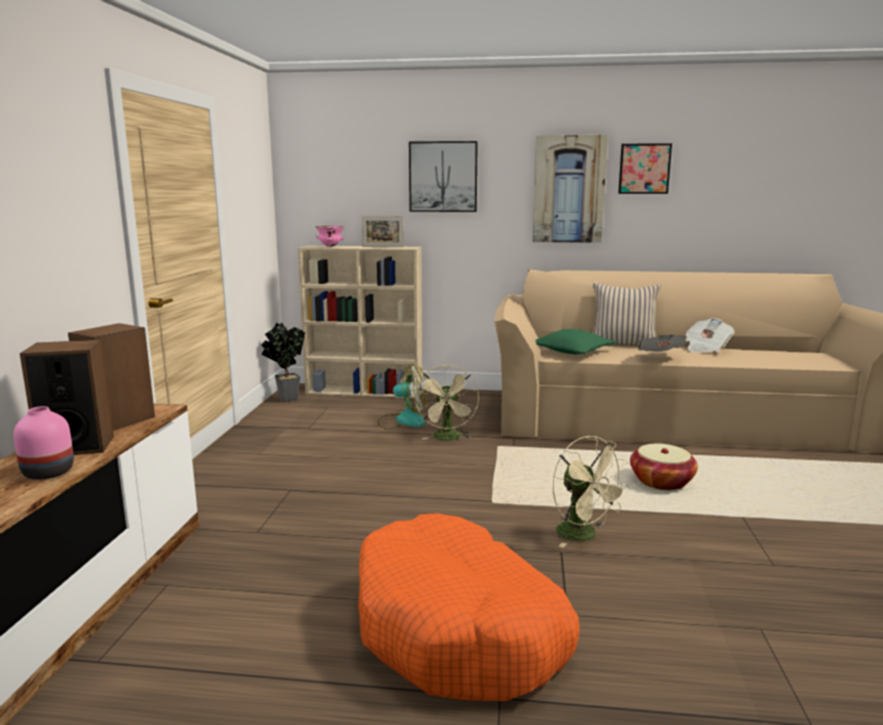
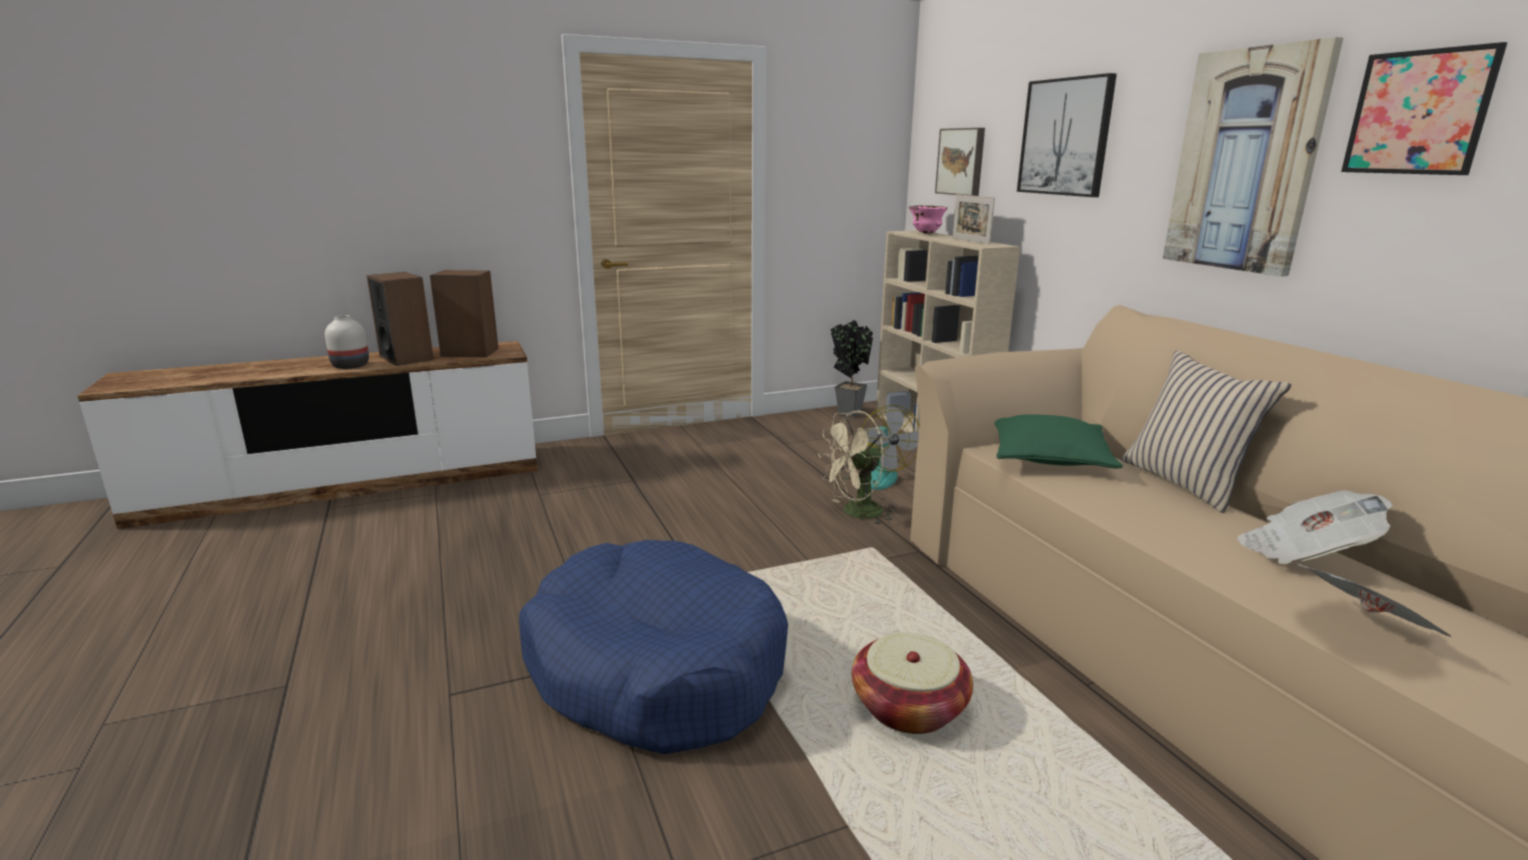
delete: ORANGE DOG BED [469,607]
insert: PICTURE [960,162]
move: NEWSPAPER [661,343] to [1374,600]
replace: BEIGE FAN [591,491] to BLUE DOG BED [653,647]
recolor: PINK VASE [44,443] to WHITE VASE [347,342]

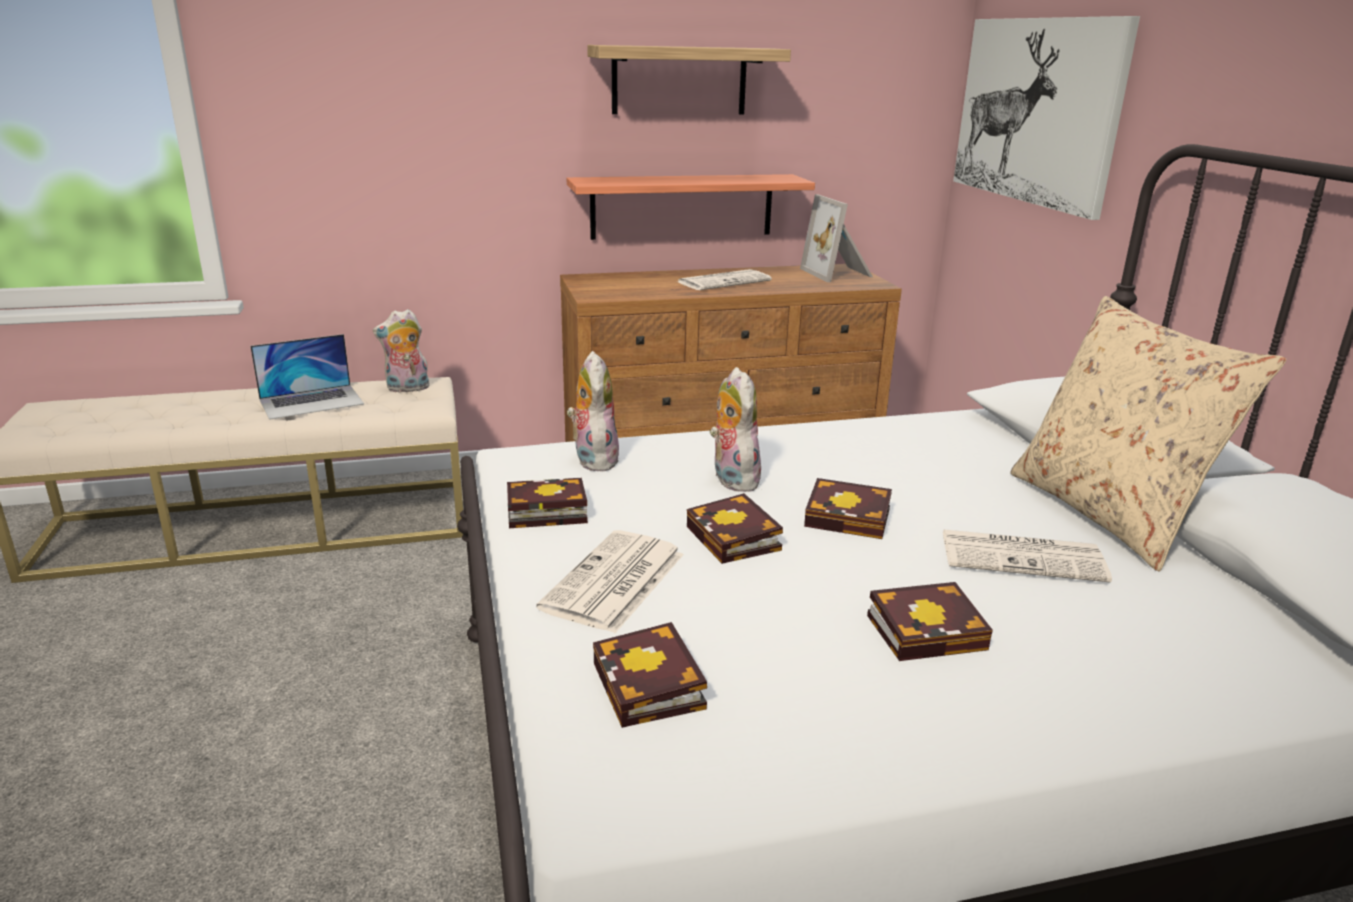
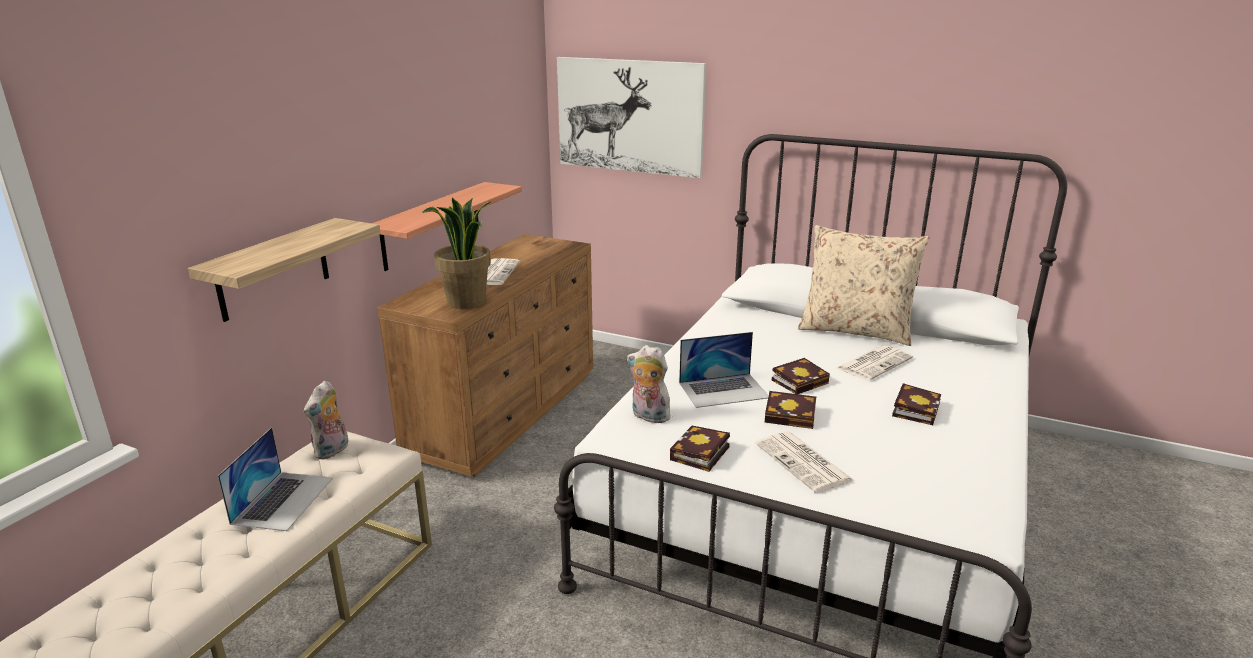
delete: BOOK [650,675]; PICTURE FRAME [836,238]
insert: POTTED PLANT [456,253]
move: SHELF [689,79] to [284,270]
replace: PLUSH TOY [735,429] to LAPTOP [724,370]

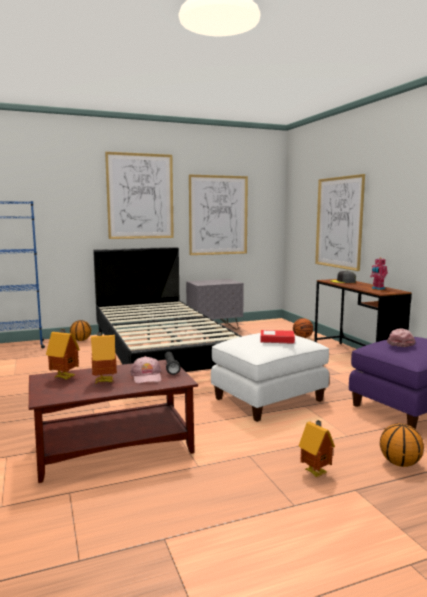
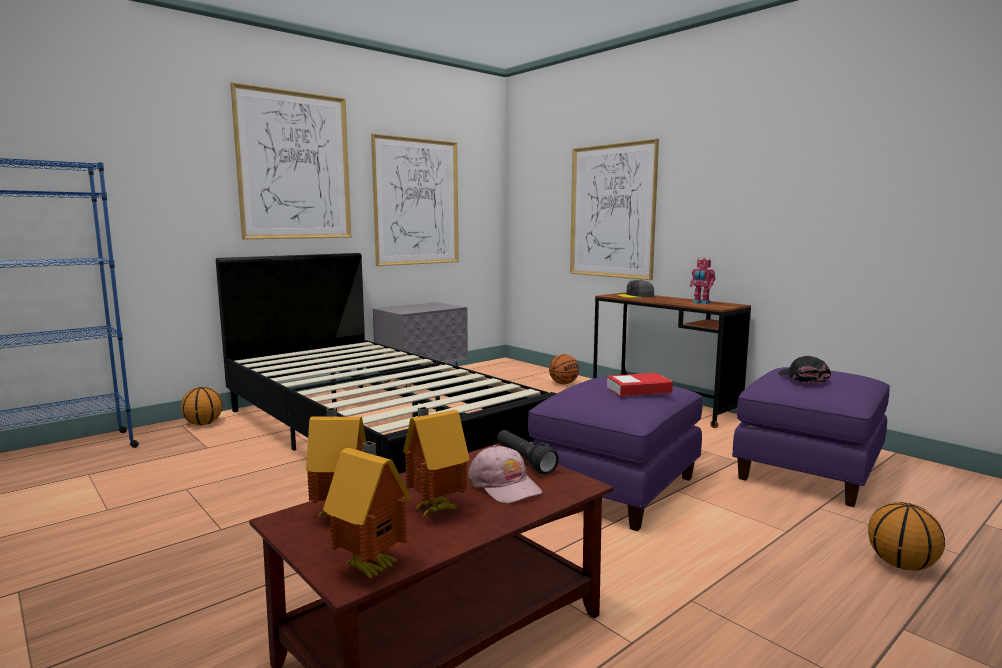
move: TOY HOUSE [317,449] to [367,510]
recolor: WHITE OTTOMAN [270,377] to PURPLE OTTOMAN [615,454]; PINK CAP [401,337] to BLACK CAP [804,369]

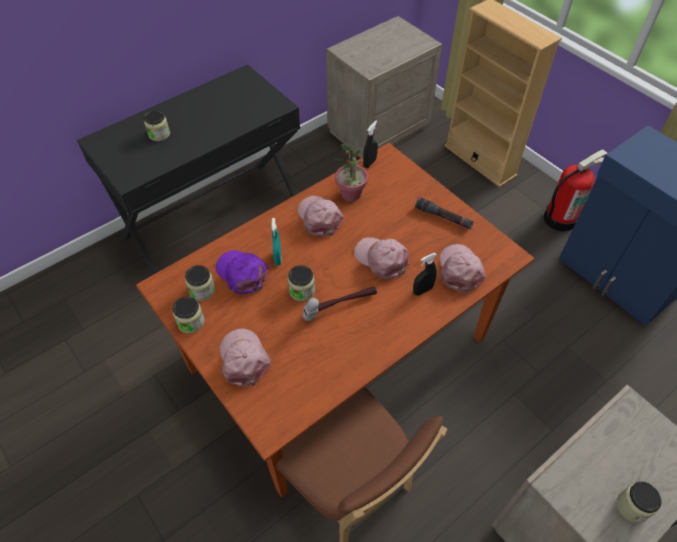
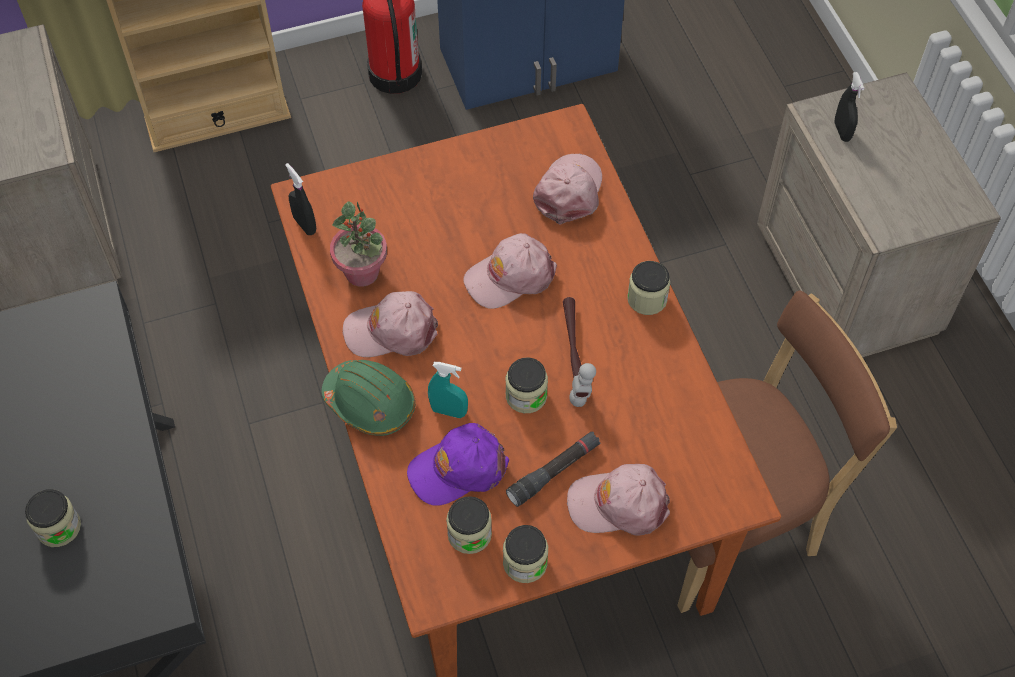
insert: GREEN HARD HAT [369,398]
move: BLACK SPRAY BOTTLE [425,274] to [849,107]; BLACK FLASHLIGHT [444,213] to [553,469]; JAR [639,502] to [648,288]
rotate: PINK CAP [463,268] = [567,189] 90 degrees clockwise

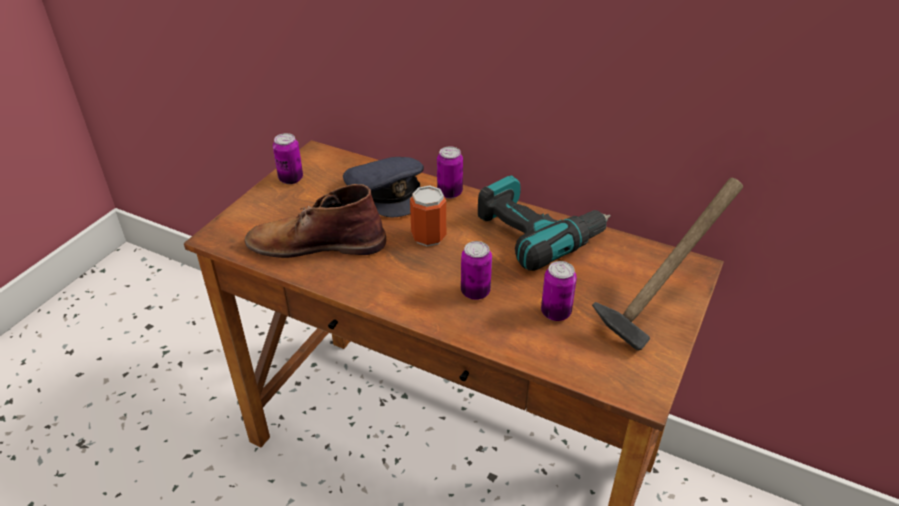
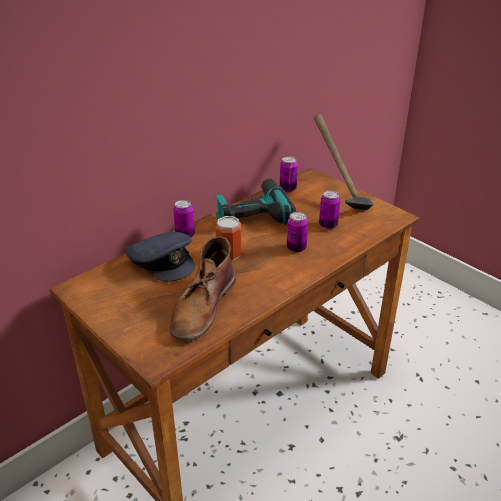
move: CAN [288,158] to [289,174]
rotate: GREY CAP [383,187] = [160,257] 60 degrees clockwise

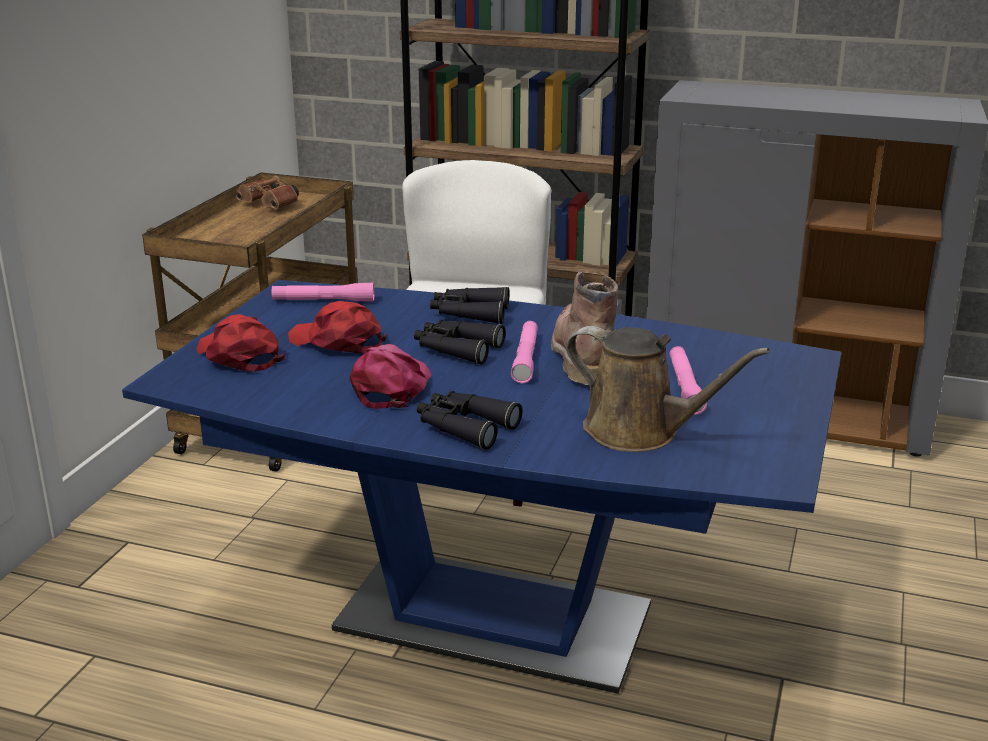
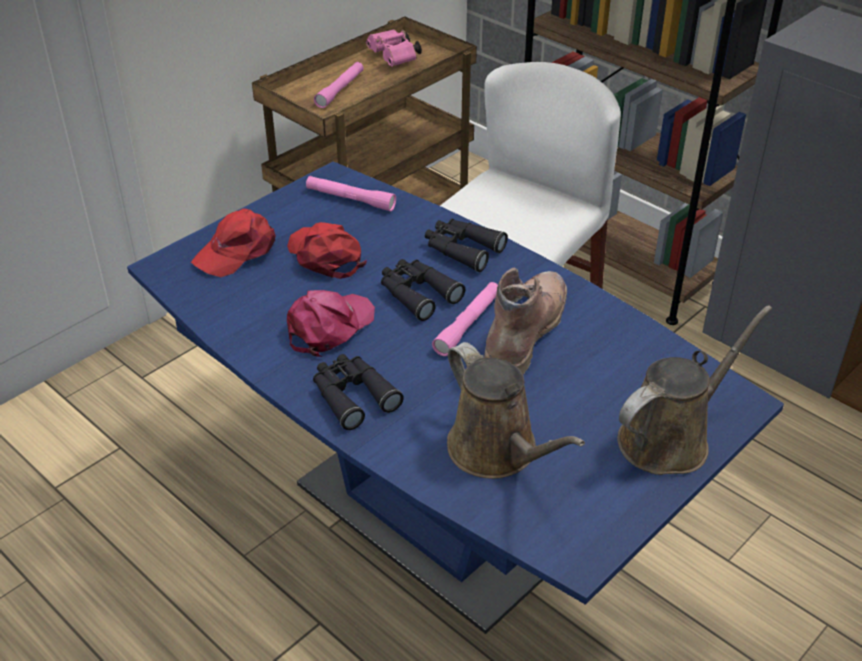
insert: BROWN WATERING CAN [694,390]
move: PINK FLASHLIGHT [688,380] to [339,85]
recolor: BROWN BINOCULARS [267,192] to PINK BINOCULARS [394,48]
rotate: RED CAP [240,343] = [233,242] 120 degrees counterclockwise

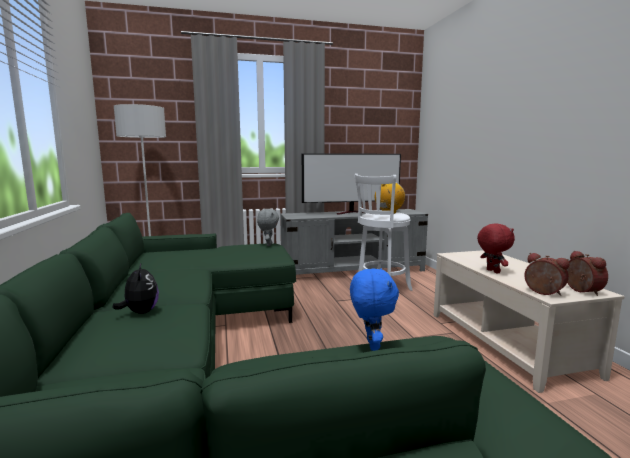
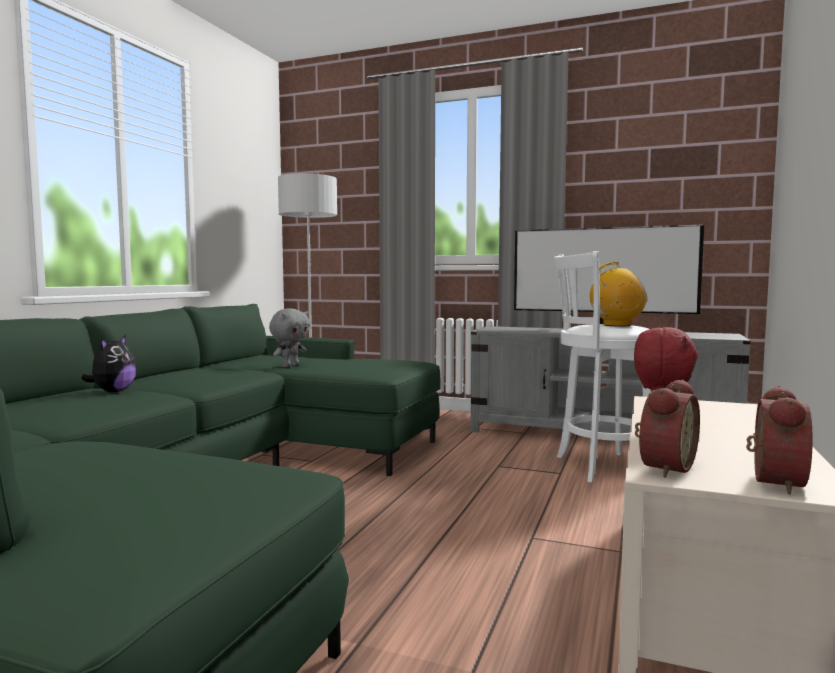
delete: BLUE PLUSH TOY [374,309]
move: GREY PLUSH TOY [268,227] to [289,337]
rotate: ALARM CLOCK [546,274] = [667,428] 45 degrees clockwise

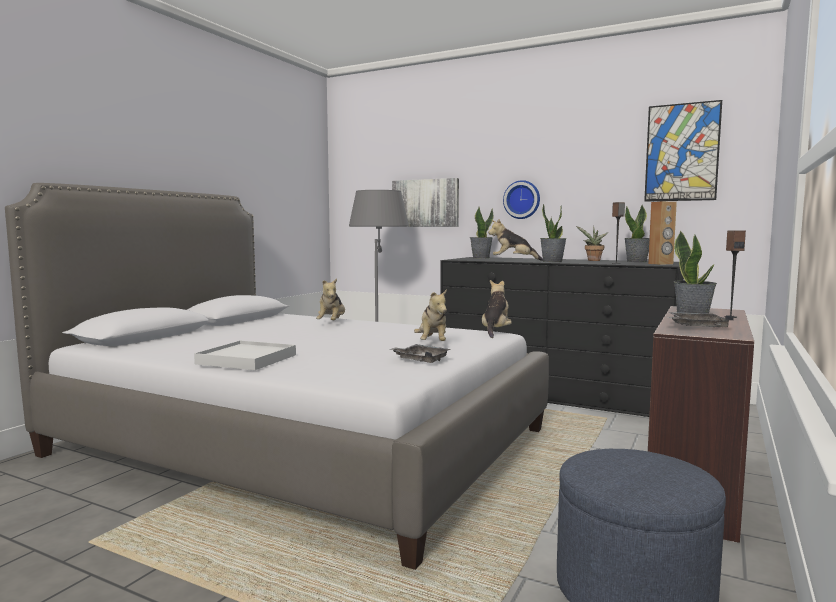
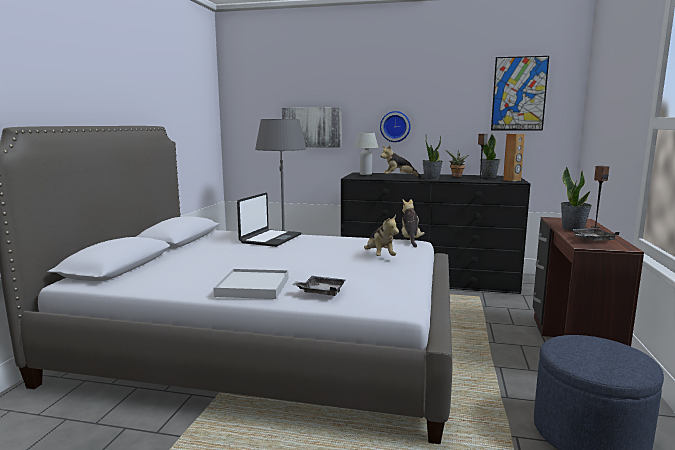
move: GREY TRAY [419,353] to [319,286]
replace: PLUSH TOY [330,299] to LAPTOP [269,220]; POTTED PLANT [481,233] to WHITE TABLE LAMP [366,154]

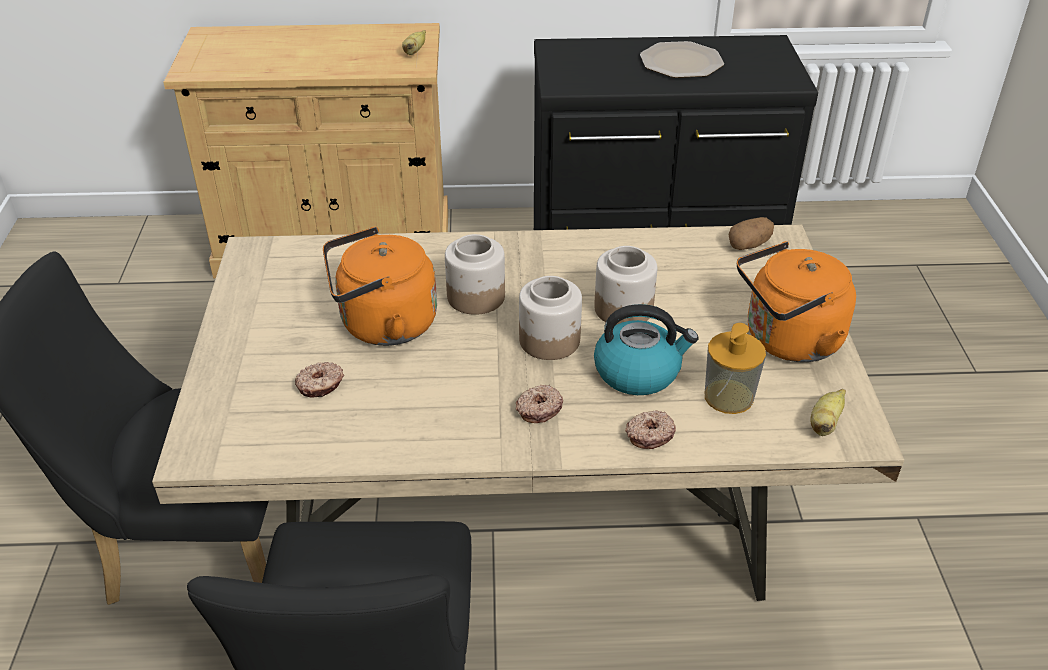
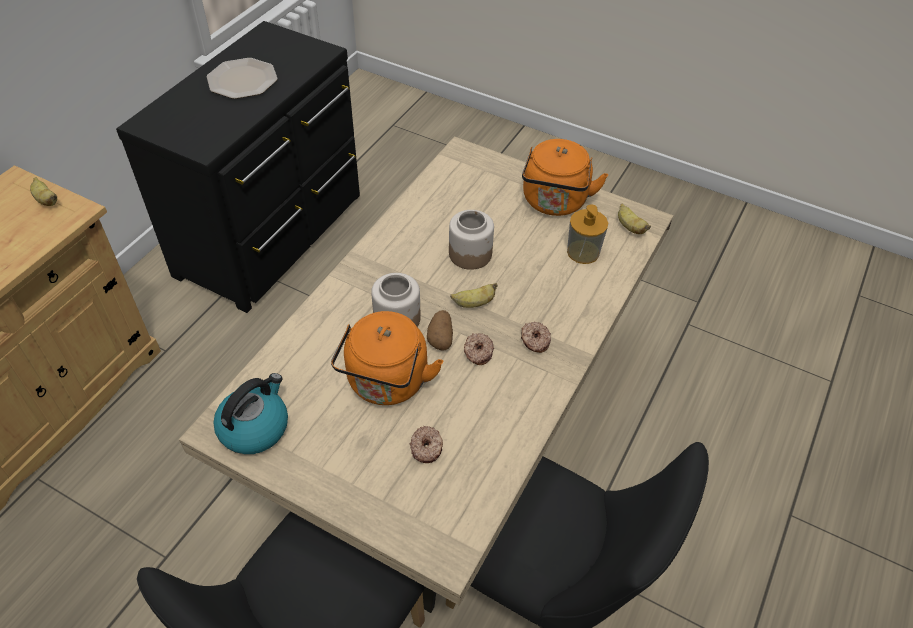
move: KETTLE [646,349] to [250,413]; DONUT [650,429] to [479,349]; POTATO [751,233] to [440,330]
replace: JAR [550,318] to BANANA [474,295]

